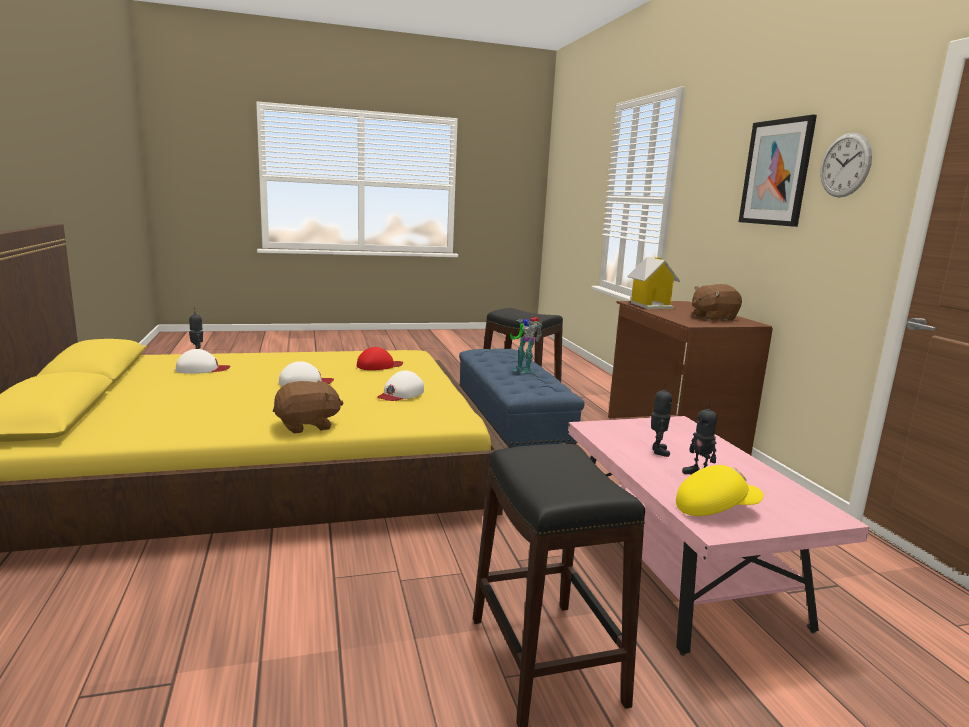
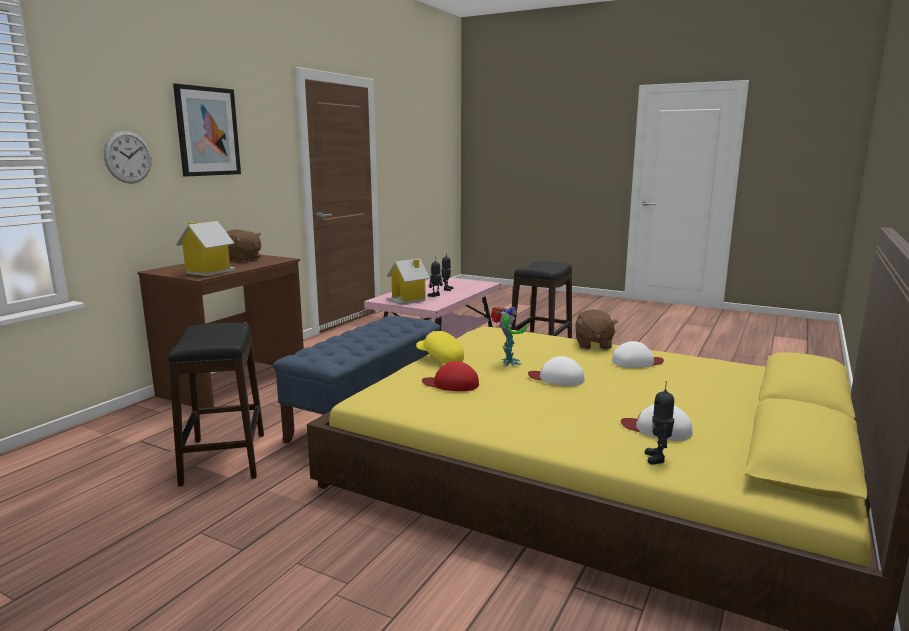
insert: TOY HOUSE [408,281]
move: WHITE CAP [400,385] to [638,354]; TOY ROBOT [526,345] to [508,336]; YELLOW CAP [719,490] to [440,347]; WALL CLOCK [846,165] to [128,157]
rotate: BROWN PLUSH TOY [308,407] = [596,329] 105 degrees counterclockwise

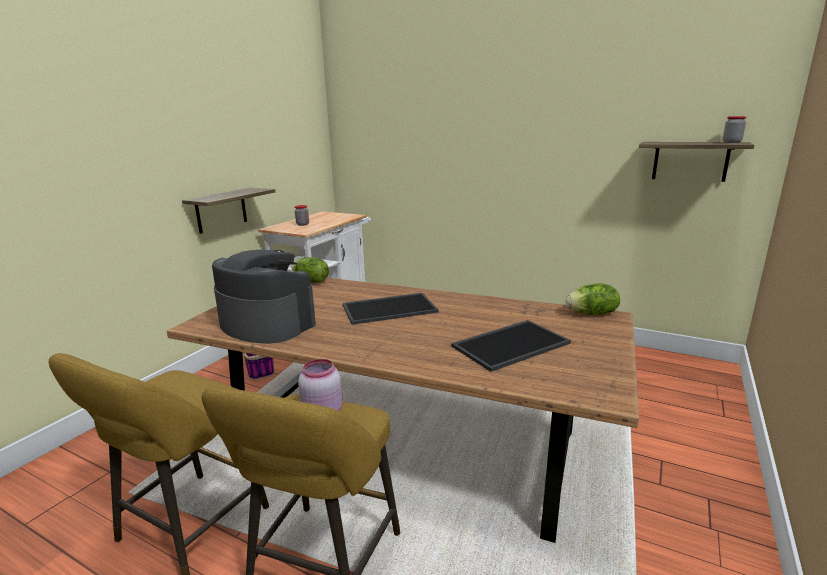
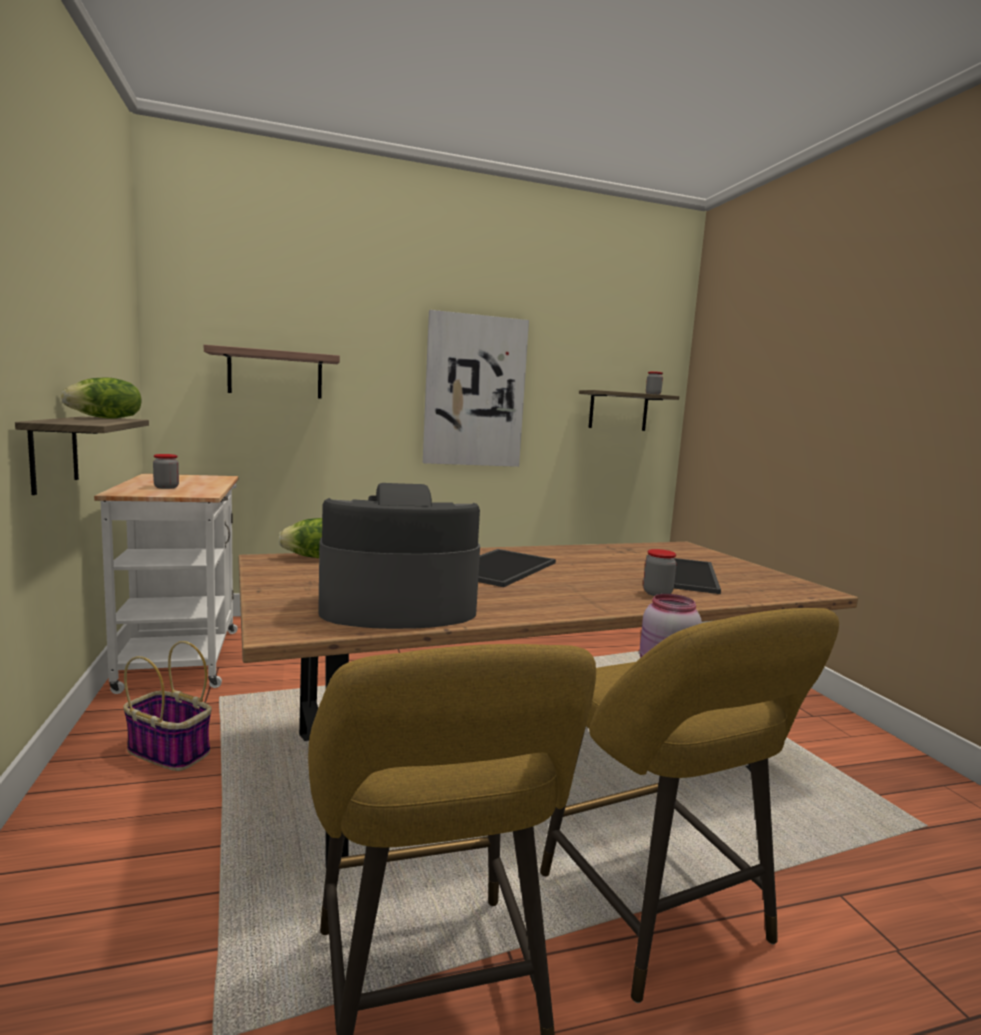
insert: SHELF [272,372]; PICTURE [476,388]; JAR [660,572]
move: LETTUCE [592,299] to [101,398]

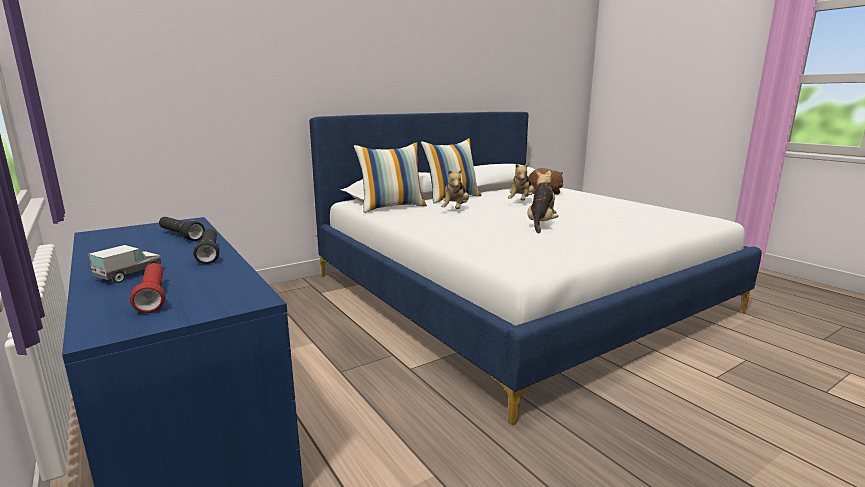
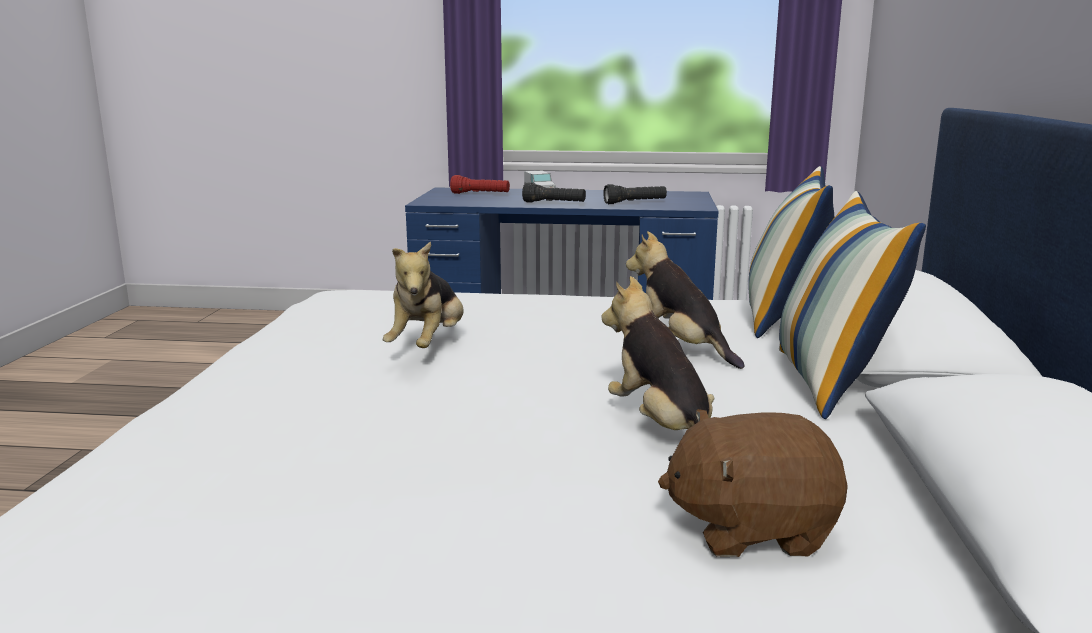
rotate: PLUSH TOY [543,201] = [423,295] 45 degrees clockwise

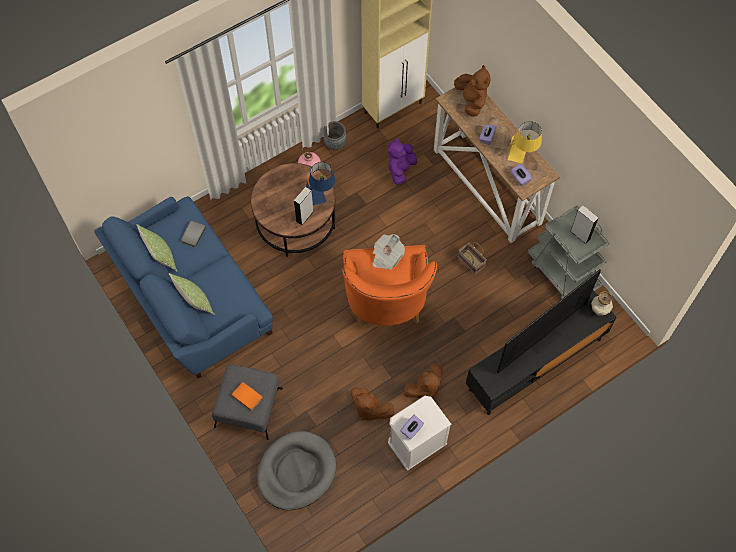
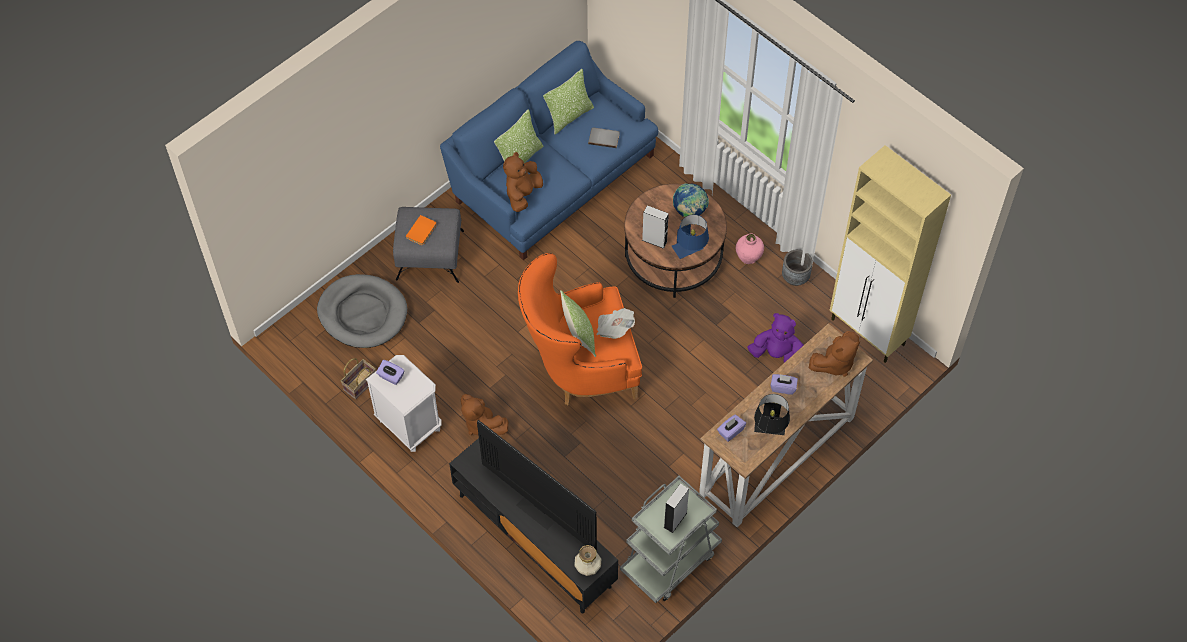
insert: PILLOW [578,323]; GLOBE [691,200]
move: BROWN PLUSH TOY [372,404] to [523,182]; BASKET [472,258] to [358,378]
recolor: YELLOW TABLE LAMP [525,142] to BLACK TABLE LAMP [772,414]

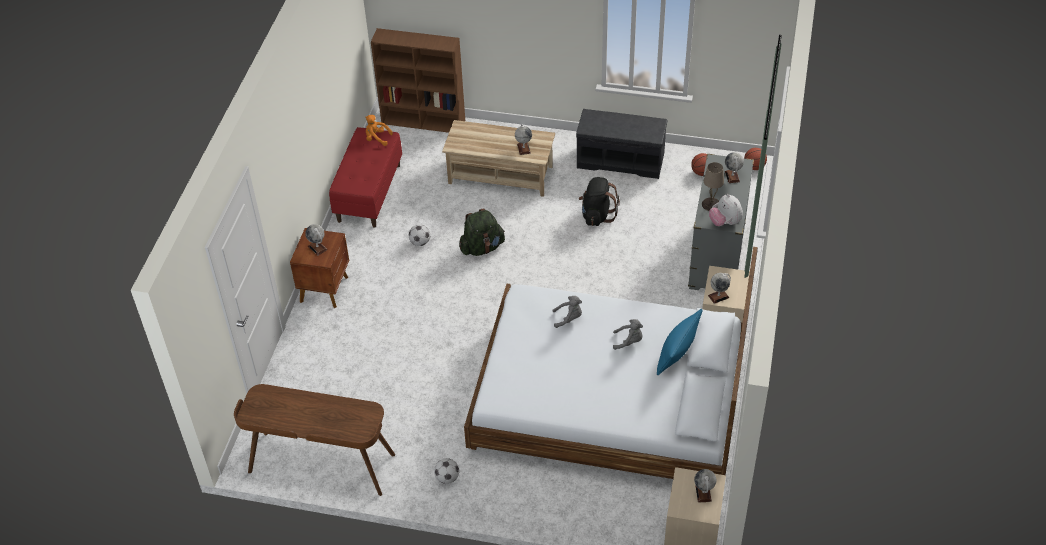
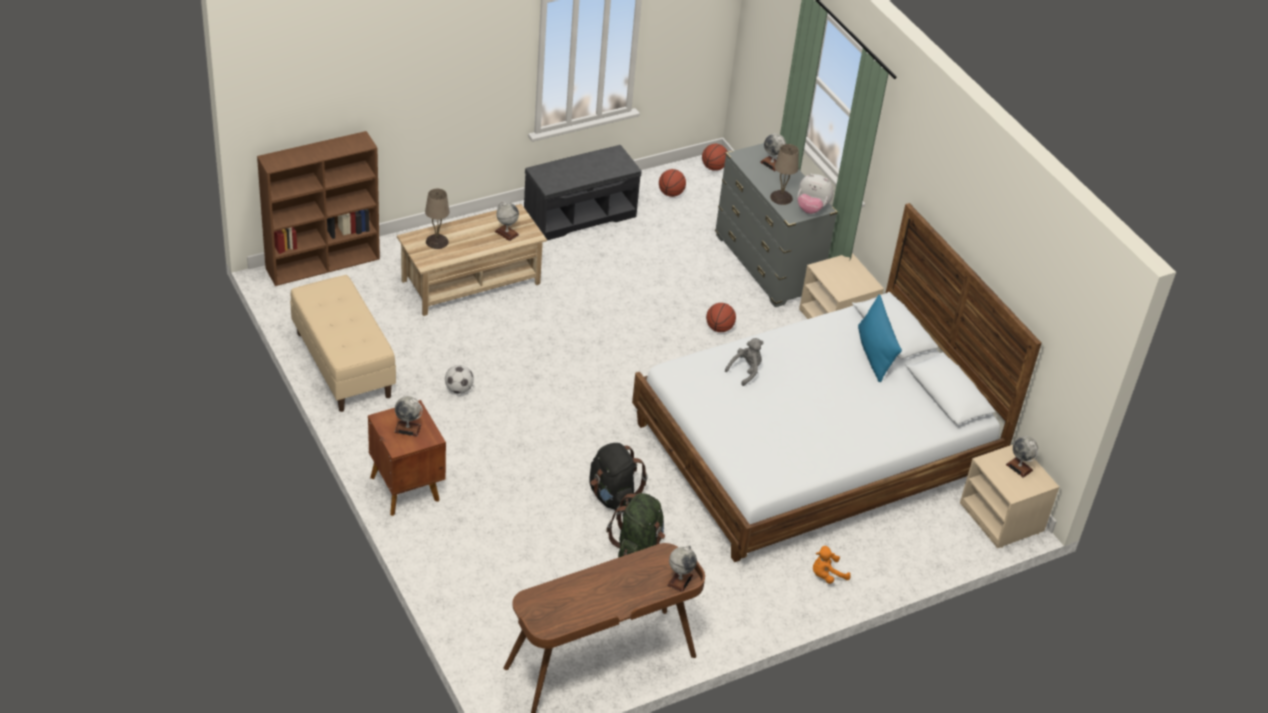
delete: FOOTBALL [446,471]; GREY PLUSH TOY [628,334]
insert: BEIGE TABLE LAMP [437,219]; BASKETBALL [721,317]
move: ORANGE PLUSH TOY [379,130] to [831,565]; GREEN BACKPACK [482,232] to [635,525]; BLACK BACKPACK [599,201] to [618,478]; GLOBE [719,288] to [682,568]
recolor: RED BENCH [365,177] to BEIGE BENCH [343,343]

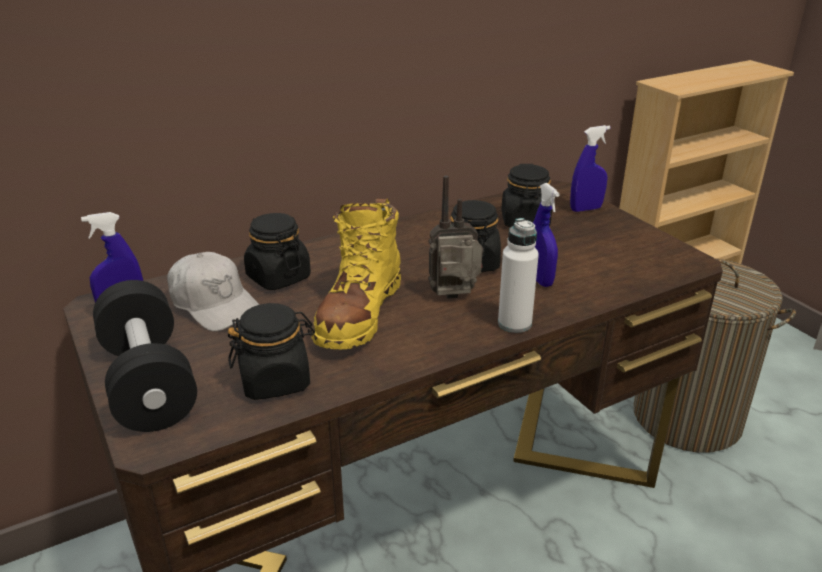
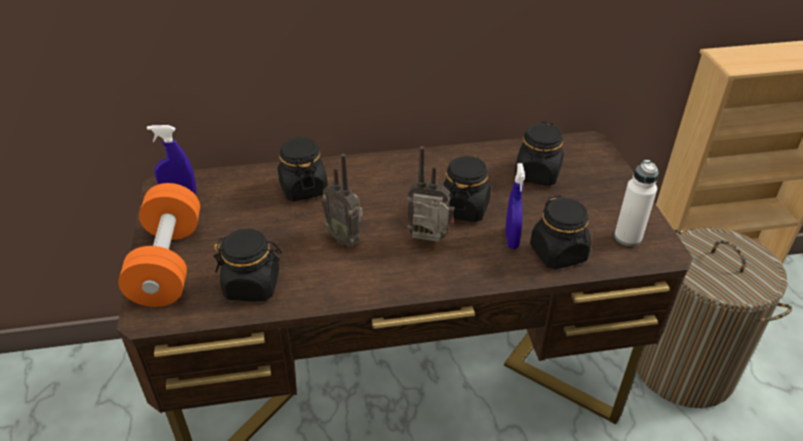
delete: WHITE CAP [213,292]; BLUE SPRAY BOTTLE [590,168]
insert: BLACK JAR [561,232]
move: WHITE BOTTLE [518,275] to [636,203]
replace: YELLOW BOOT [356,274] to RADIO [342,200]
recolor: BLACK DUMBBELL [145,356] to ORANGE DUMBBELL [159,245]

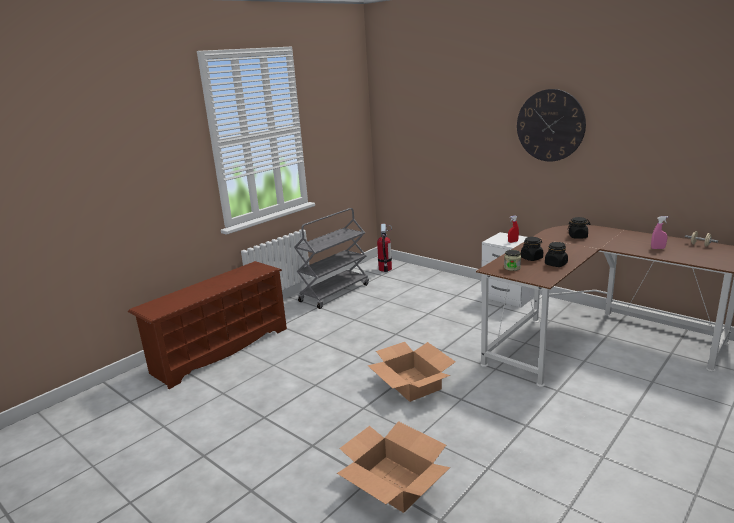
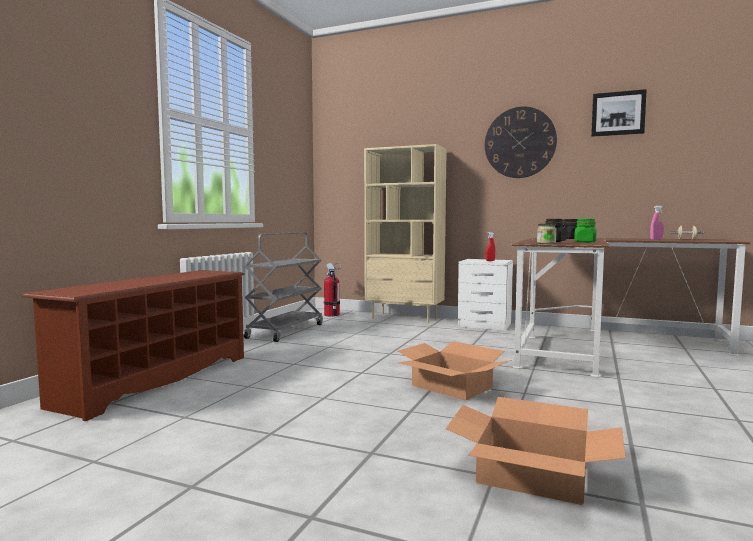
insert: BEIGE BOOKCASE [405,233]; PICTURE [619,113]
recolor: BLACK JAR [556,254] to GREEN JAR [585,231]

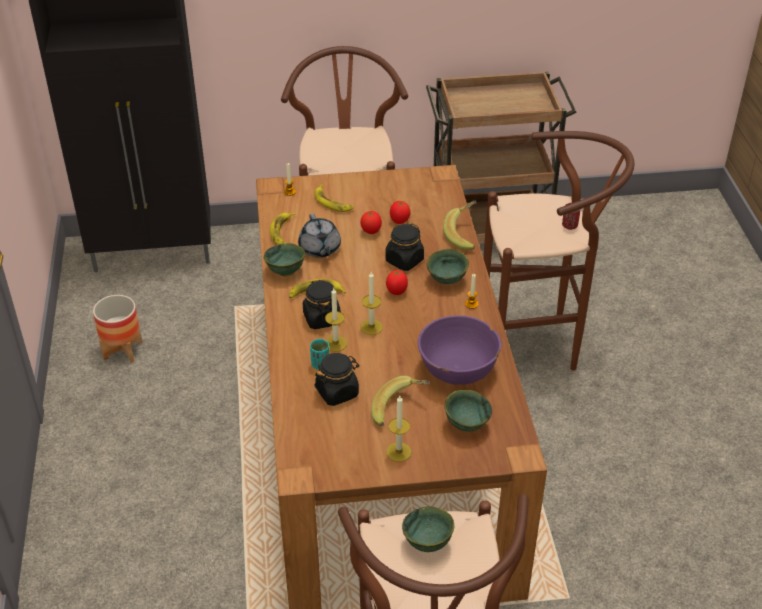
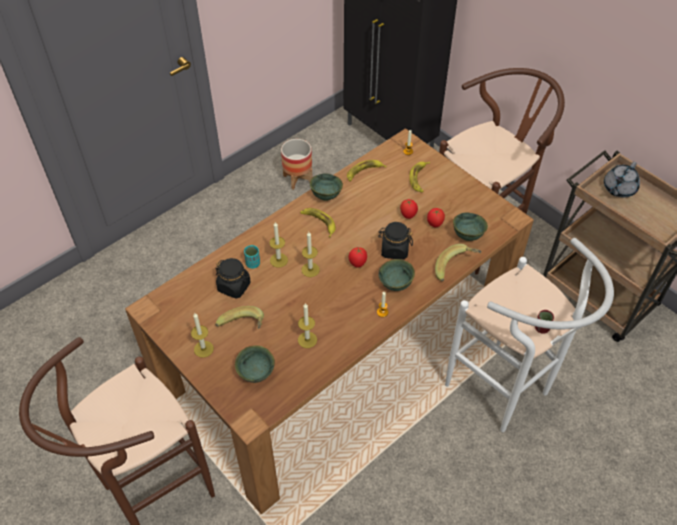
delete: BLACK JAR [322,304]
move: GREY TEAPOT [319,235] to [622,179]; GREEN BOWL [428,529] to [470,226]
replace: PURPLE BOWL [459,350] to CANDLE [307,325]
recolor: BROWN STOOL [558,251] to WHITE STOOL [529,335]

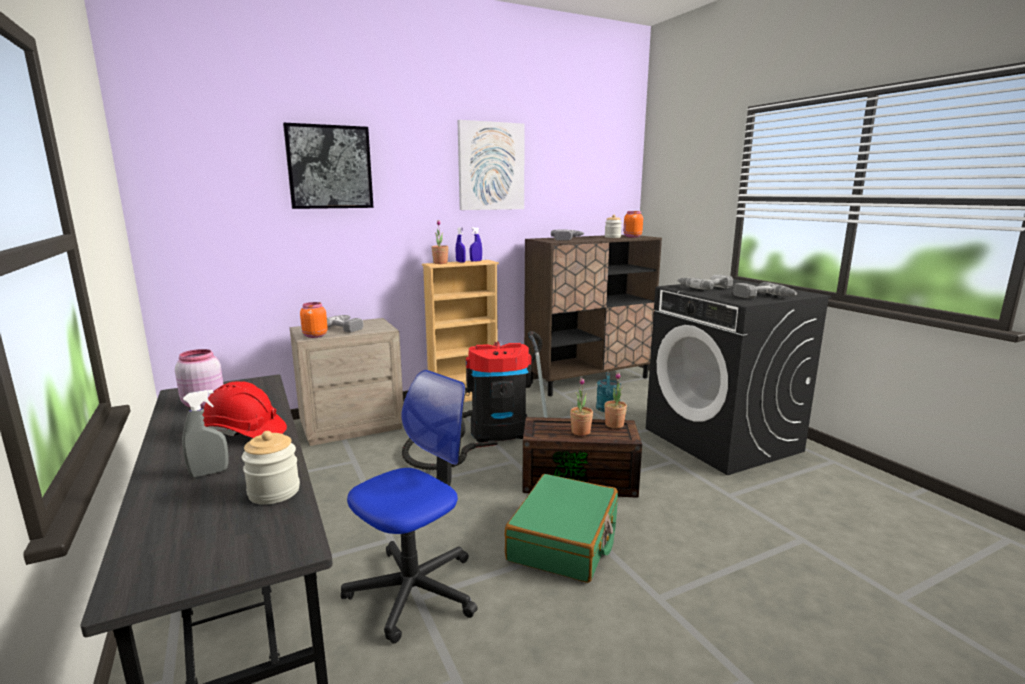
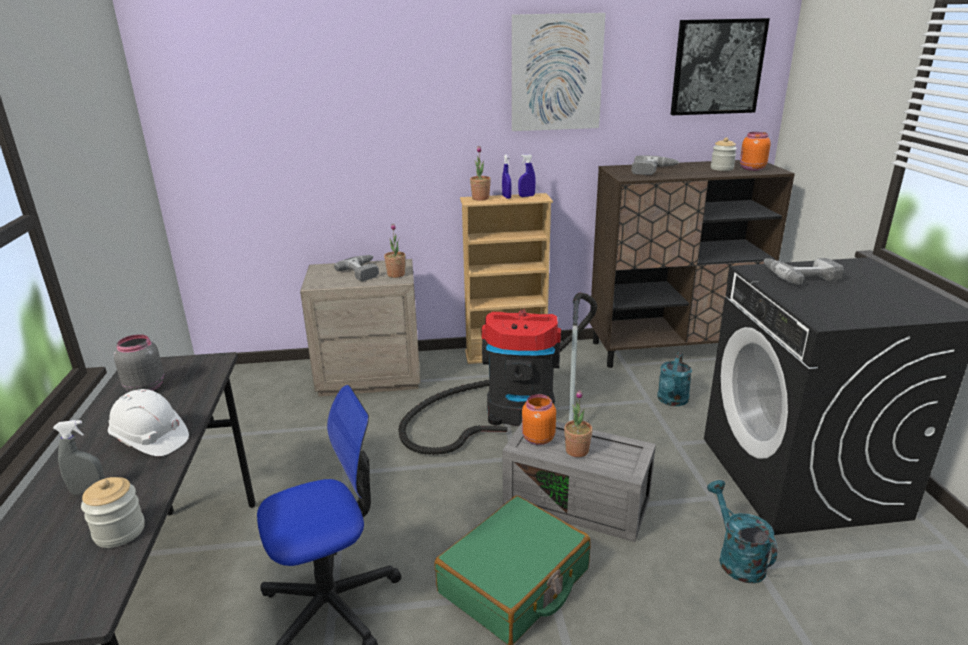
delete: POWER DRILL [765,290]
insert: TURQUOISE WATERING CAN [742,531]
move: PICTURE [328,166] to [720,66]; ORANGE JAR [314,320] to [539,419]; POTTED PLANT [615,400] to [395,250]
recolor: PINK JAR [199,378] to GREY JAR [139,363]; RED HARD HAT [244,409] to WHITE HARD HAT [148,422]; BROWN STORAGE BOX [582,457] to GREY STORAGE BOX [579,482]

